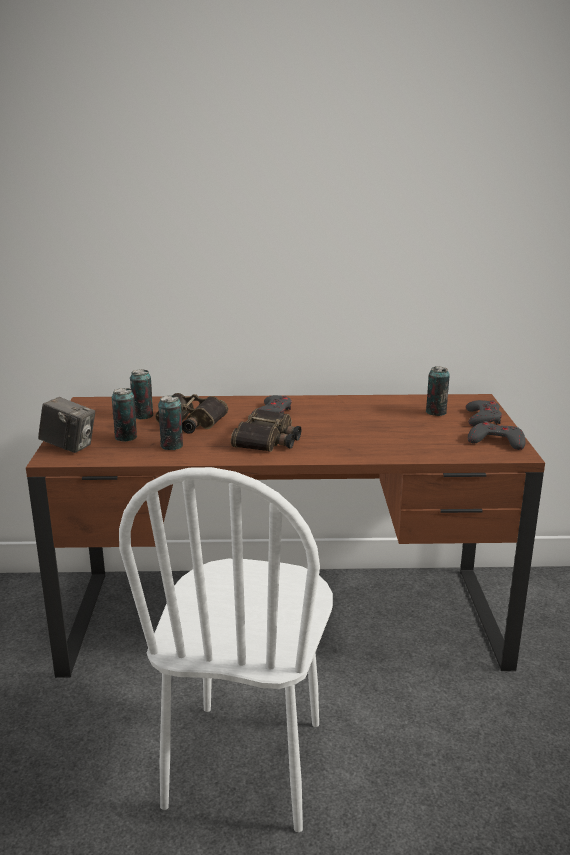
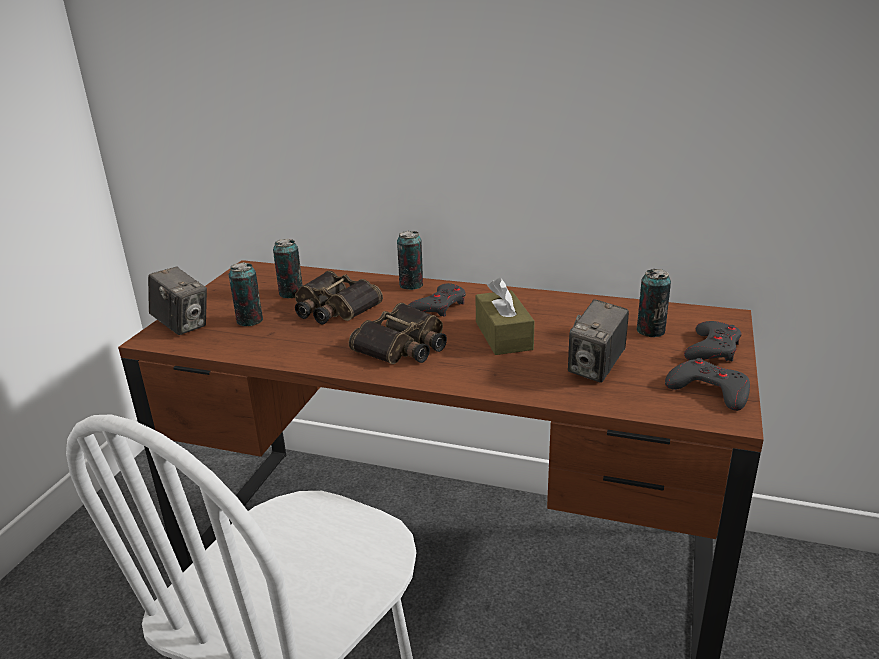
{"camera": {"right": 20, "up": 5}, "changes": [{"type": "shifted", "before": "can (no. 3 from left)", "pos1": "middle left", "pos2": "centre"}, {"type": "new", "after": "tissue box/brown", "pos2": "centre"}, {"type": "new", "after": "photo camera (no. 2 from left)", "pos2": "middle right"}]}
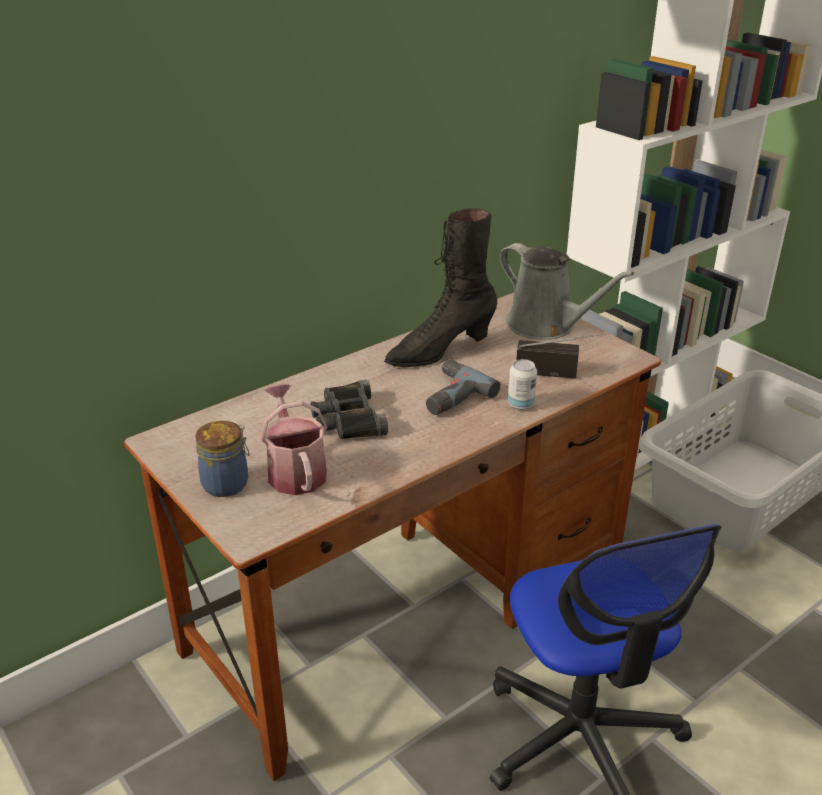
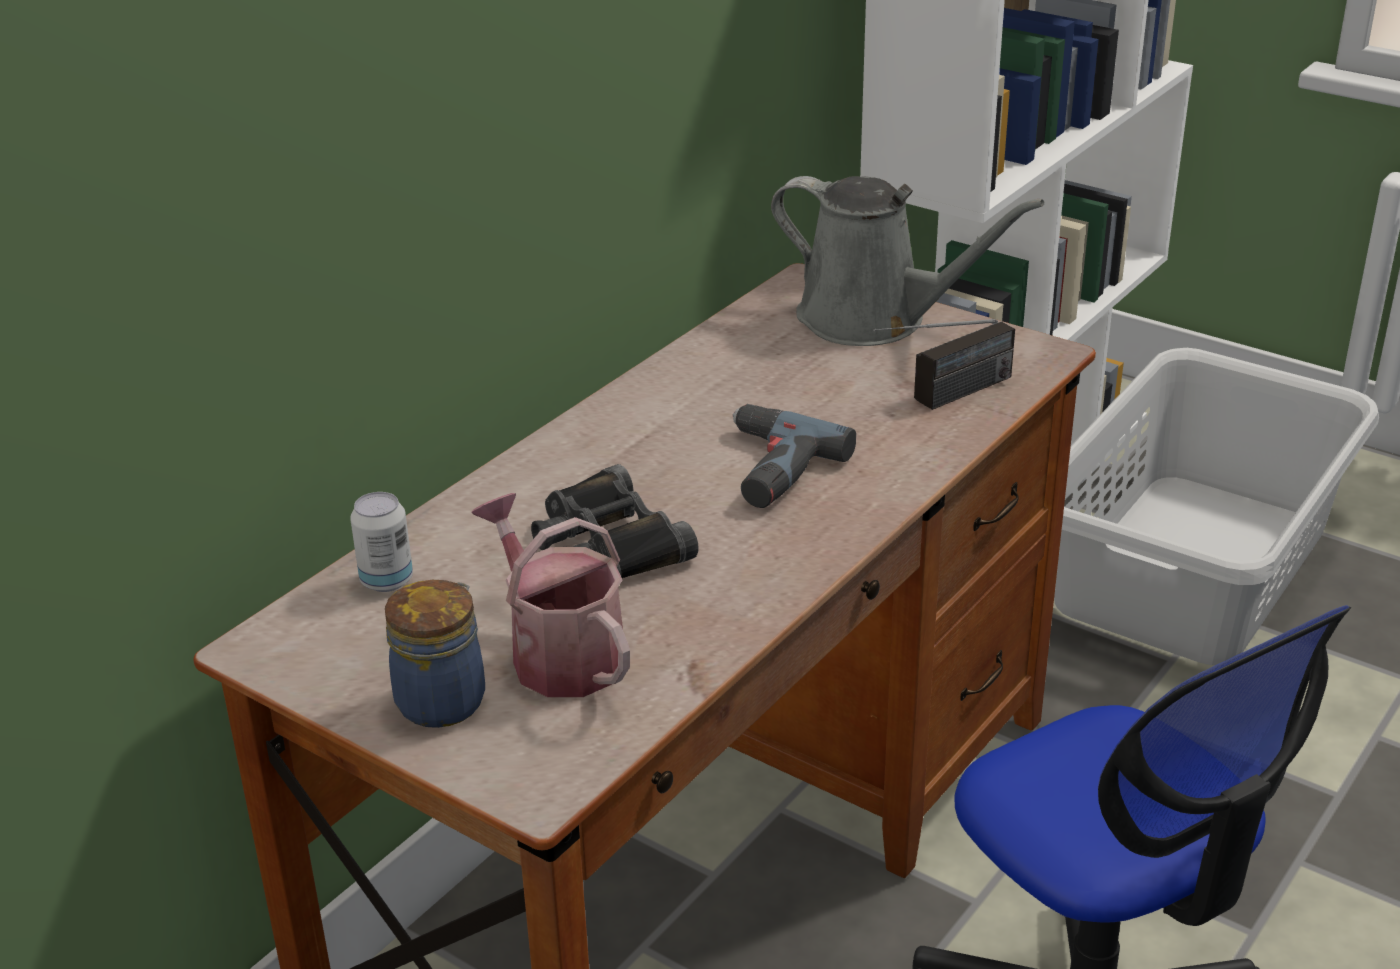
{"camera": {"right": -15, "up": 0}, "changes": [{"type": "gone", "before": "boot/black", "pos1": "centre"}, {"type": "rotated", "before": "radio", "pos1": "middle right", "pos2": "middle right", "turn": 150}, {"type": "shifted", "before": "can", "pos1": "centre", "pos2": "middle left"}]}
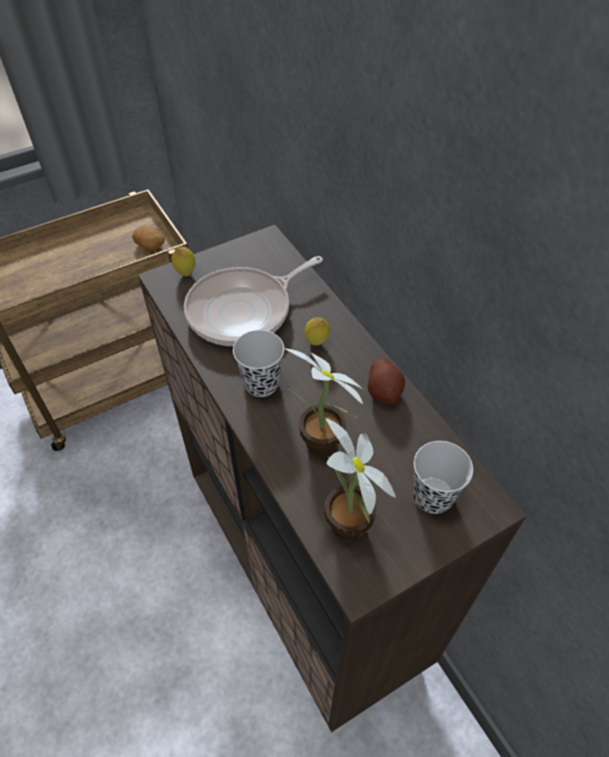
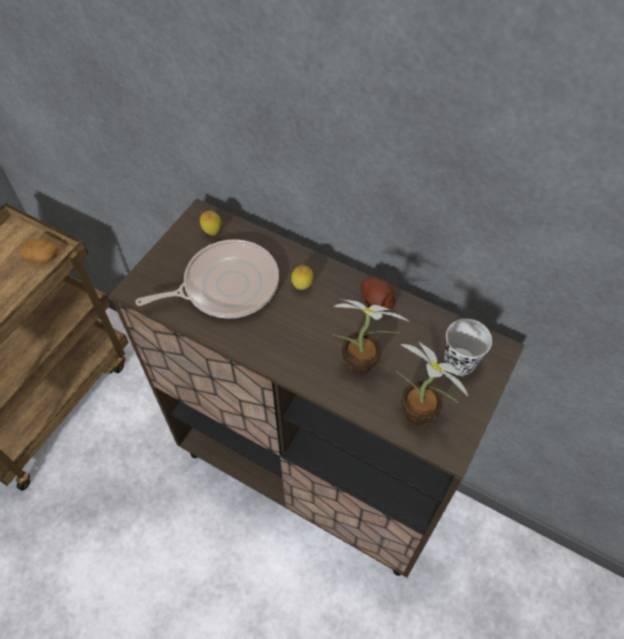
{"camera": {"right": -30, "up": 5}, "changes": [{"type": "shifted", "before": "lemon (no. 1 from left)", "pos1": "middle left", "pos2": "centre"}, {"type": "rotated", "before": "frying pan", "pos1": "centre", "pos2": "middle left", "turn": -135}, {"type": "gone", "before": "cup/black (no. 1 from left)", "pos1": "centre"}]}
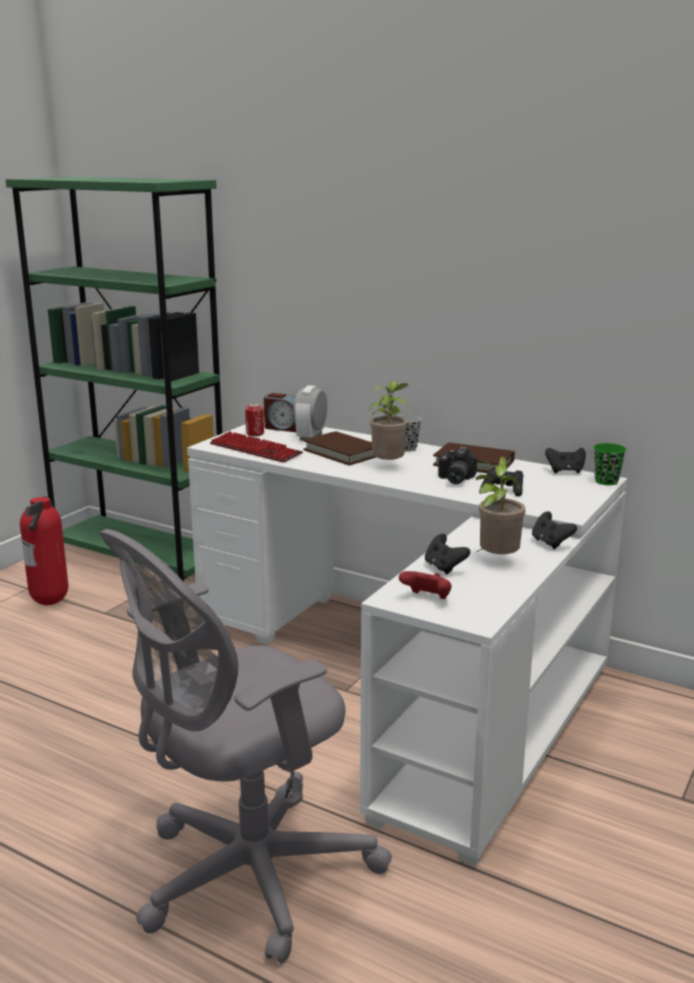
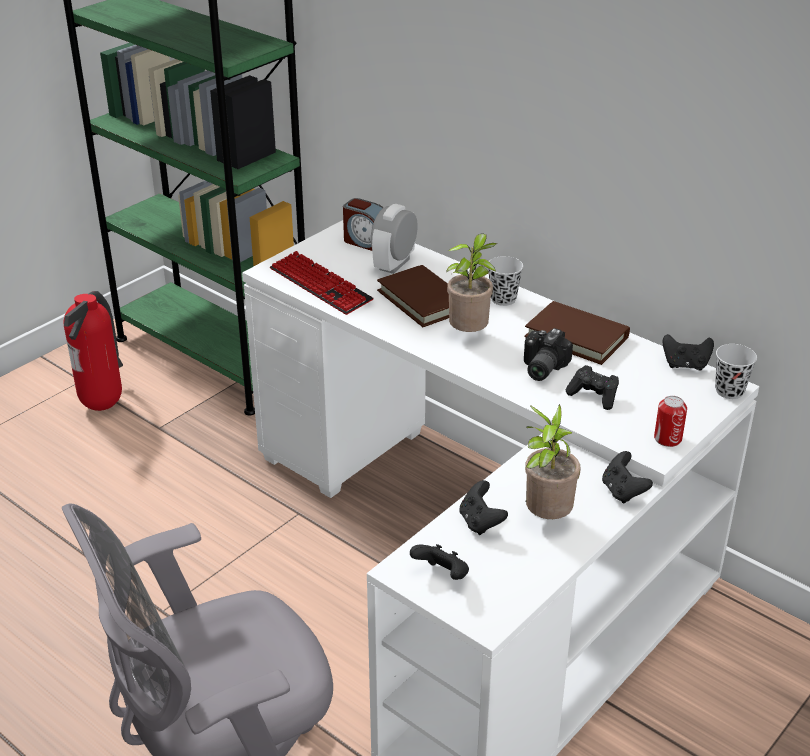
{"camera": {"right": 10, "up": 15}, "changes": [{"type": "shifted", "before": "can", "pos1": "centre", "pos2": "middle right"}, {"type": "repainted", "before": "cup/green", "after": "cup/black (no. 2 from left)", "pos1": "middle right", "pos2": "middle right"}, {"type": "repainted", "before": "game controller/red", "after": "game controller/black (no. 1 from left)", "pos1": "centre", "pos2": "bottom centre"}]}
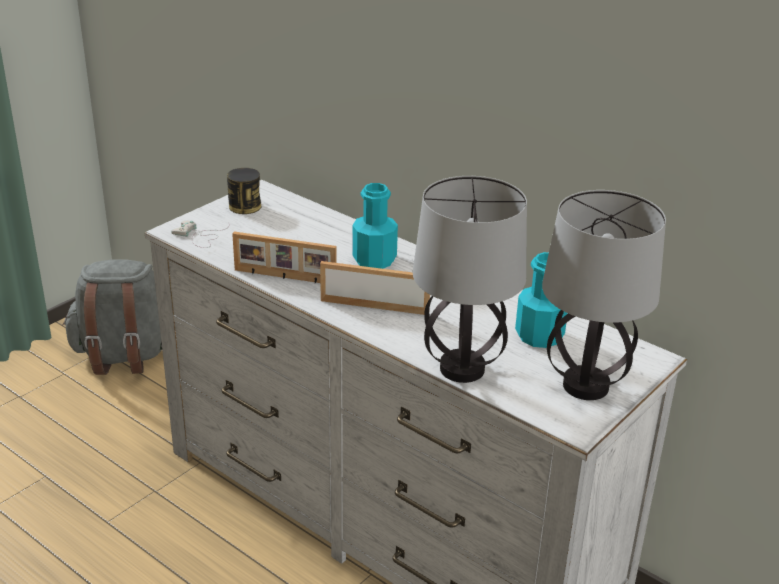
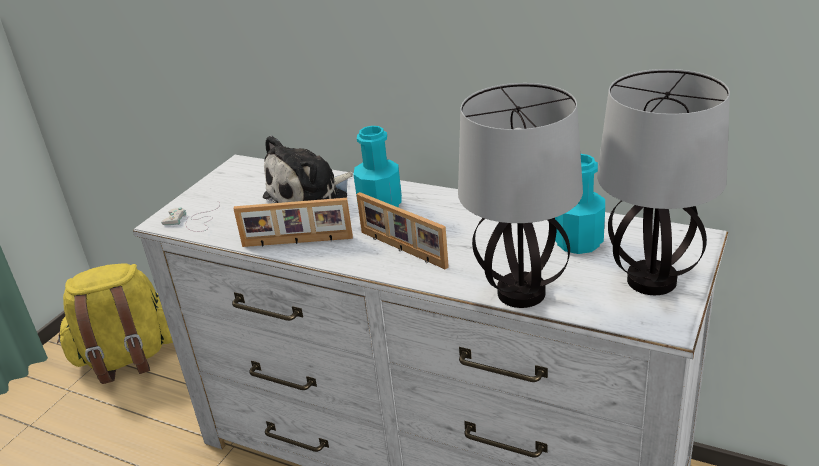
{"camera": {"right": -10, "up": 0}, "changes": [{"type": "gone", "before": "can", "pos1": "top left"}, {"type": "repainted", "before": "backpack/grey", "after": "backpack/yellow", "pos1": "middle left", "pos2": "bottom left"}, {"type": "rotated", "before": "picture frame (no. 2 from left)", "pos1": "centre", "pos2": "centre", "turn": -135}, {"type": "new", "after": "plush toy", "pos2": "centre"}]}
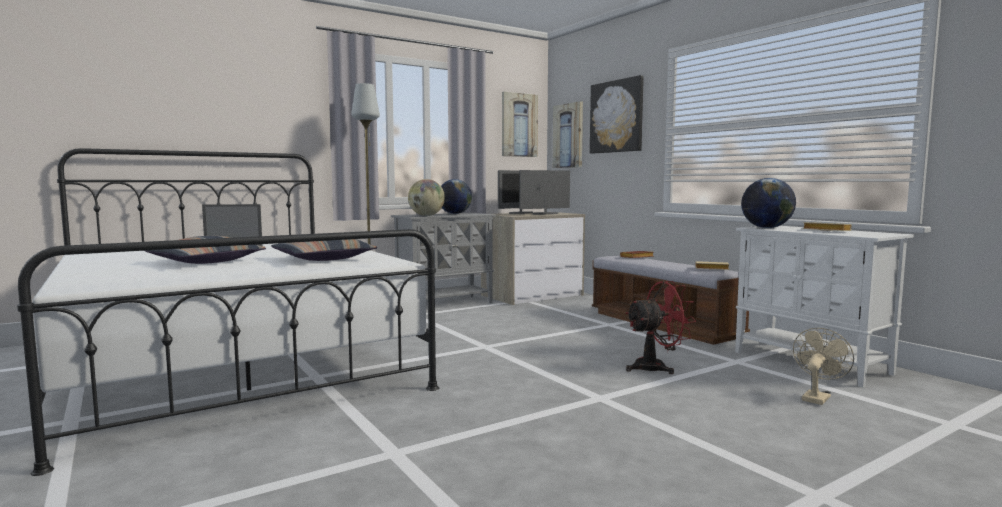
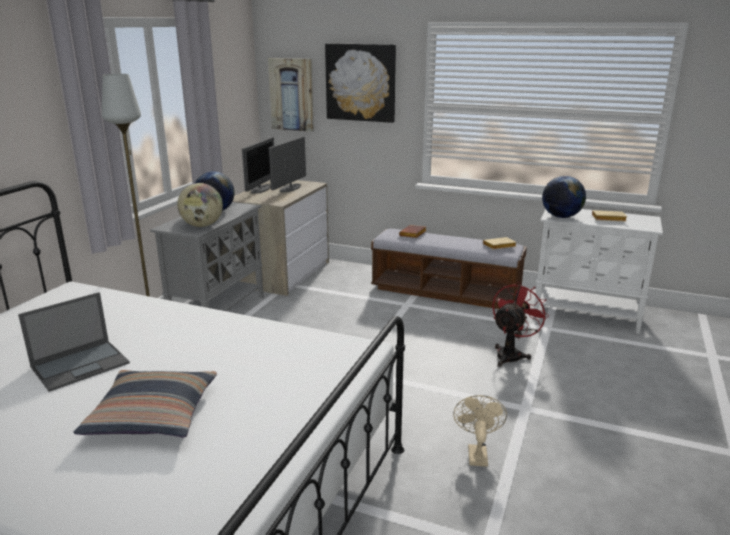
{"camera": {"right": -35, "up": 15}, "changes": [{"type": "gone", "before": "picture (no. 1 from left)", "pos1": "top centre"}, {"type": "gone", "before": "pillow (no. 2 from left)", "pos1": "middle left"}, {"type": "shifted", "before": "fan/beige", "pos1": "bottom right", "pos2": "bottom centre"}]}
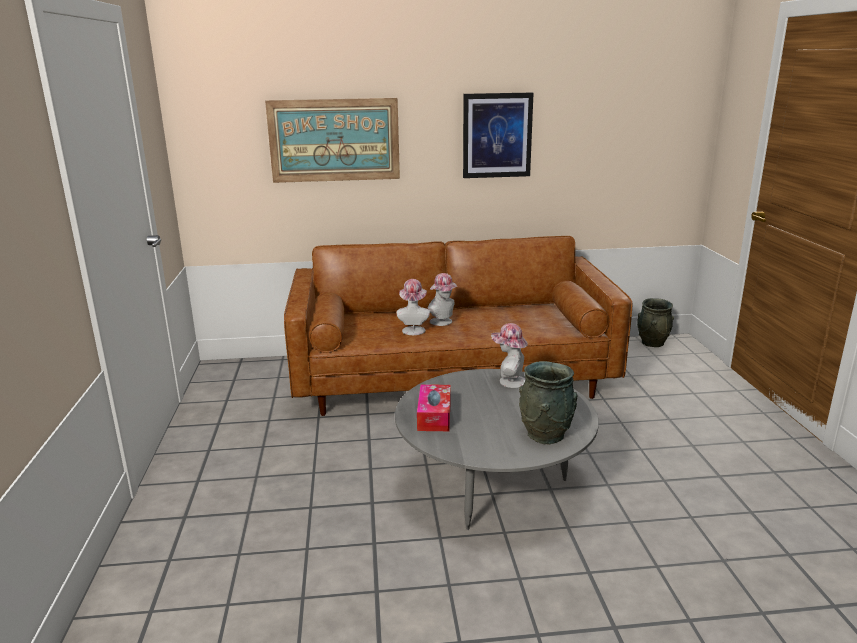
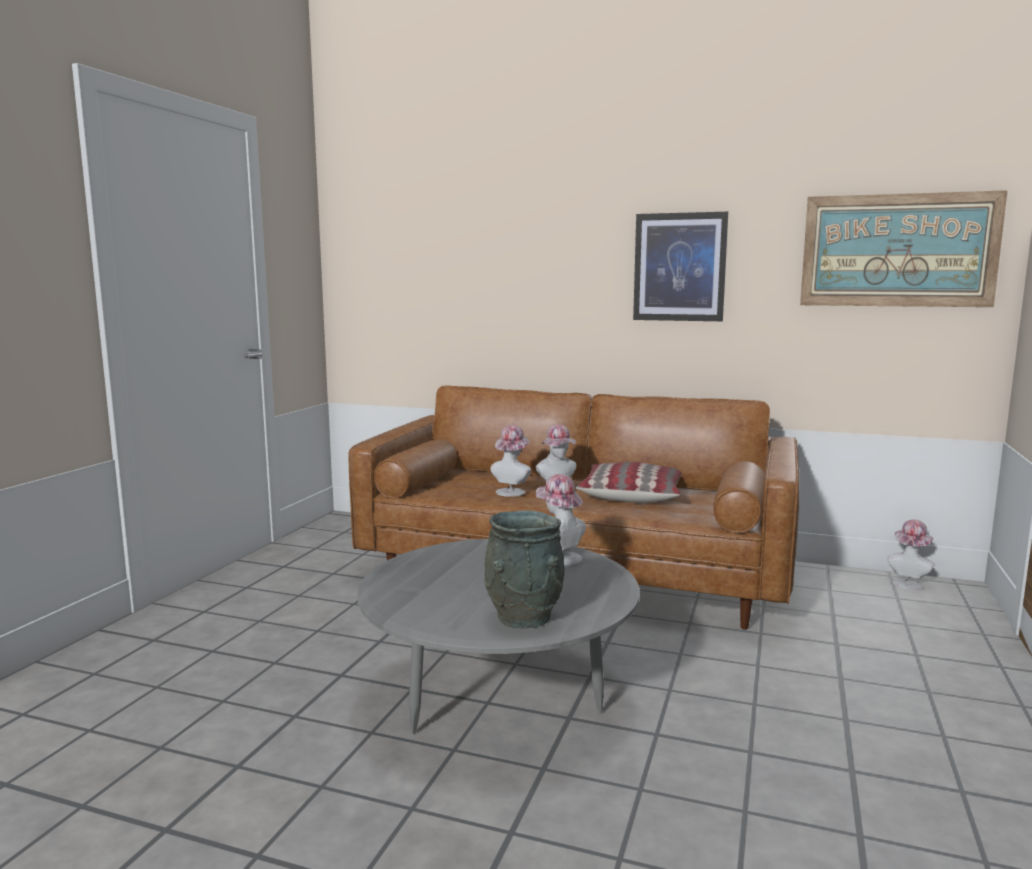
{"camera": {"right": 25, "up": -10}, "changes": [{"type": "shifted", "before": "picture (no. 1 from left in the first image)", "after": "picture (no. 2 from left)", "pos1": "top centre", "pos2": "top right"}, {"type": "swapped", "before": "vase/grey (no. 2 from left)", "after": "hat (no. 4 from left)", "pos1": "middle right", "pos2": "middle right"}, {"type": "gone", "before": "tissue box", "pos1": "centre"}, {"type": "new", "after": "pillow", "pos2": "centre"}]}
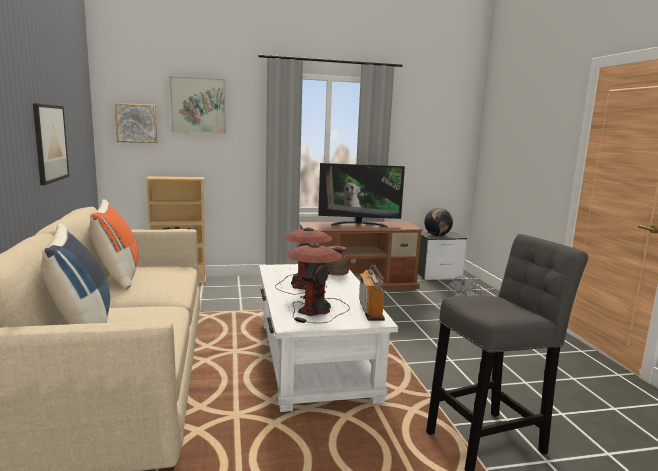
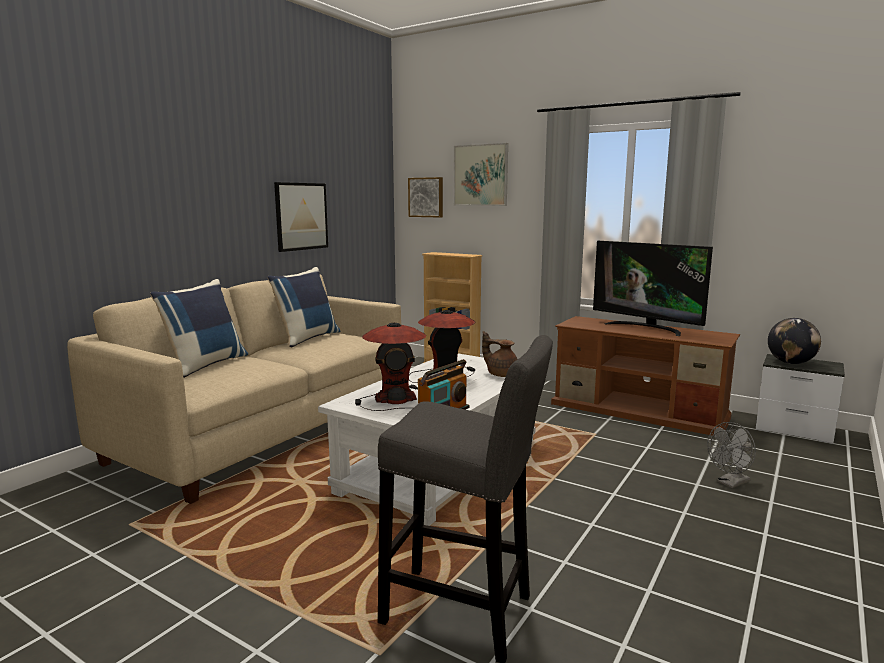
{"camera": {"right": 45, "up": 0}, "changes": [{"type": "repainted", "before": "pillow/orange", "after": "pillow/blue (no. 2 from left)", "pos1": "middle left", "pos2": "centre"}]}
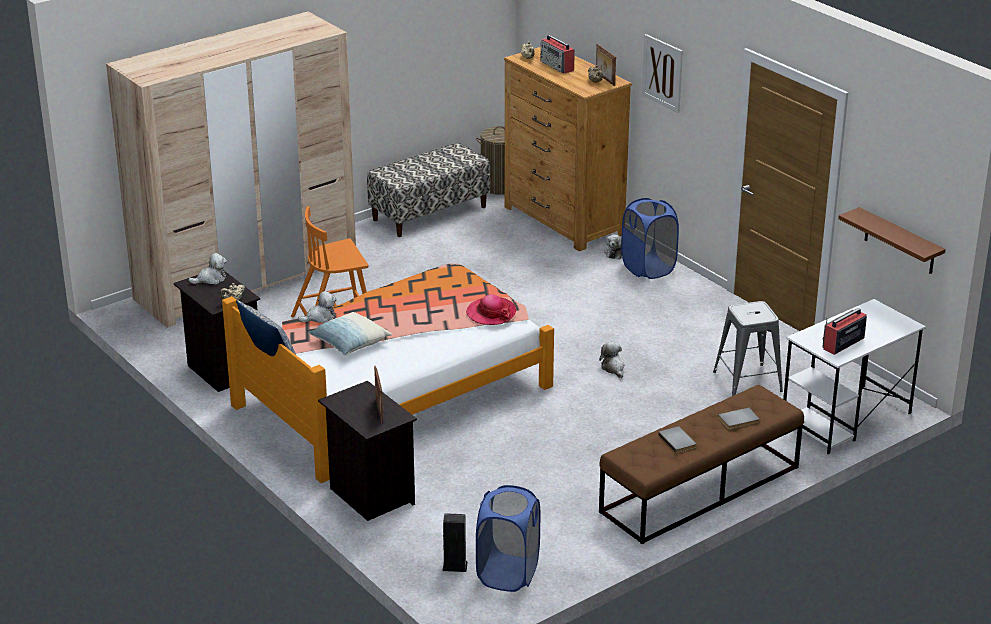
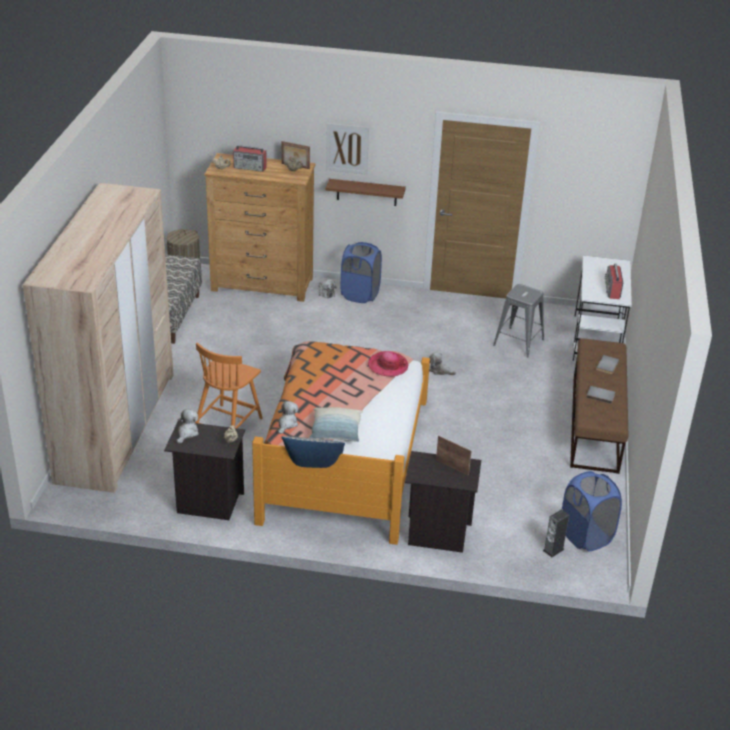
{"camera": {"right": -45, "up": 5}, "changes": [{"type": "shifted", "before": "shelf/brown", "pos1": "middle right", "pos2": "top centre"}]}
